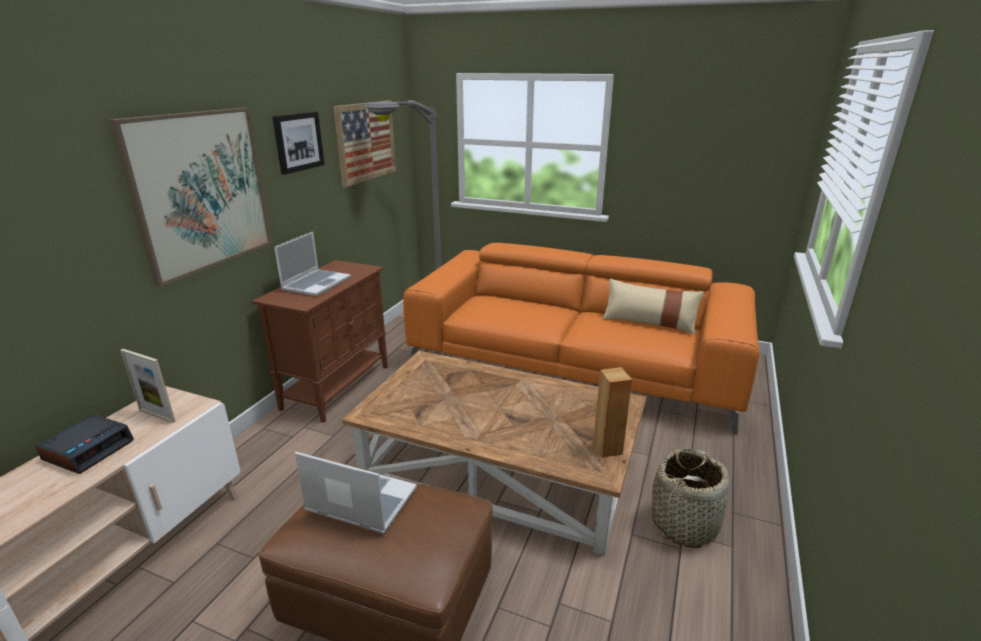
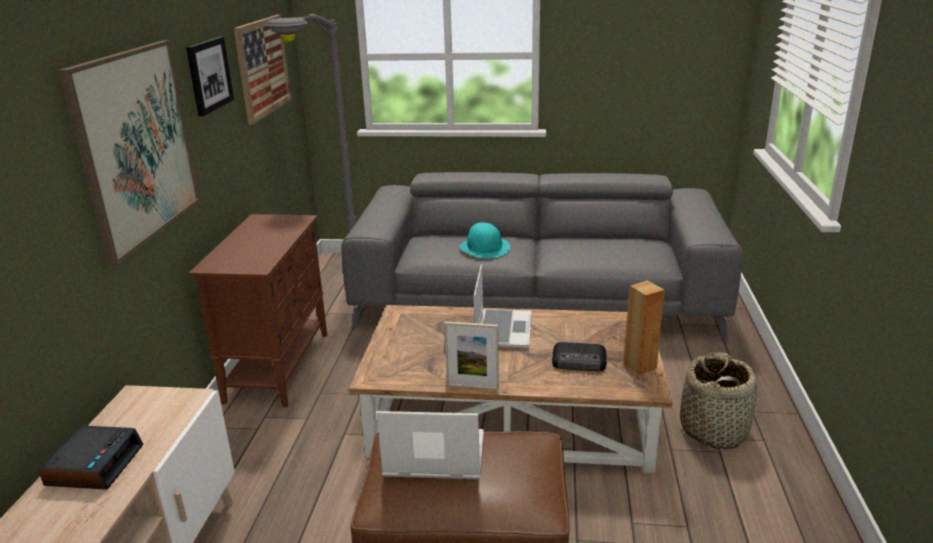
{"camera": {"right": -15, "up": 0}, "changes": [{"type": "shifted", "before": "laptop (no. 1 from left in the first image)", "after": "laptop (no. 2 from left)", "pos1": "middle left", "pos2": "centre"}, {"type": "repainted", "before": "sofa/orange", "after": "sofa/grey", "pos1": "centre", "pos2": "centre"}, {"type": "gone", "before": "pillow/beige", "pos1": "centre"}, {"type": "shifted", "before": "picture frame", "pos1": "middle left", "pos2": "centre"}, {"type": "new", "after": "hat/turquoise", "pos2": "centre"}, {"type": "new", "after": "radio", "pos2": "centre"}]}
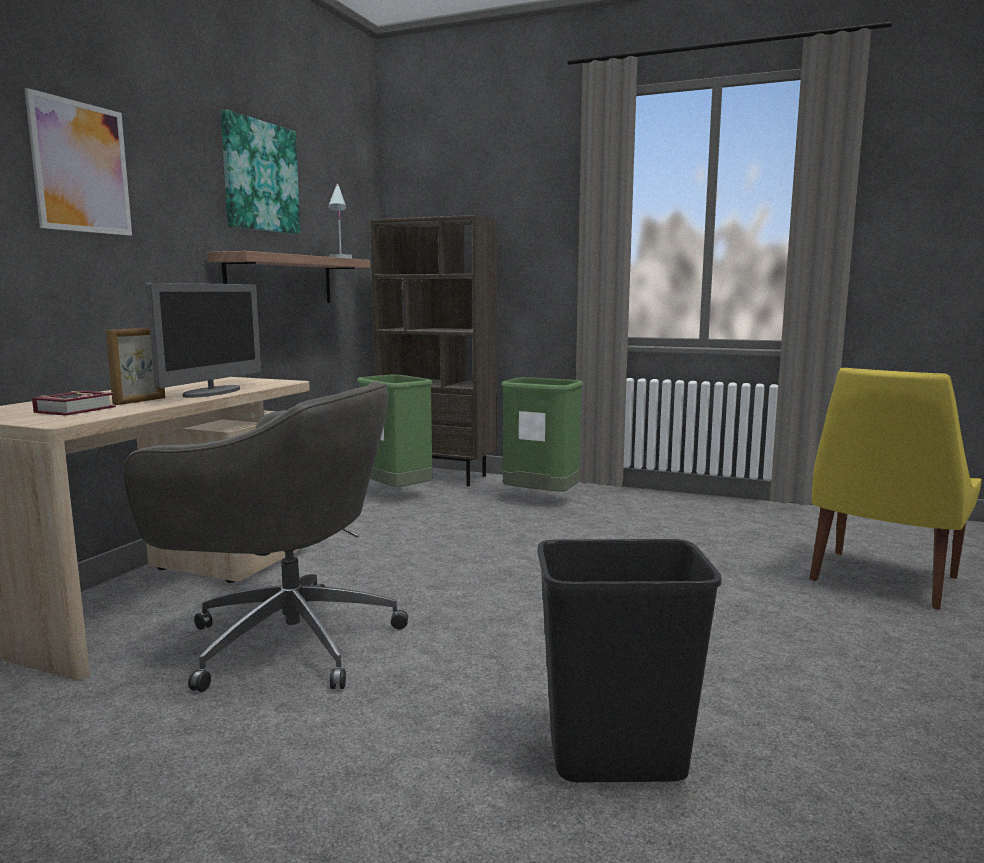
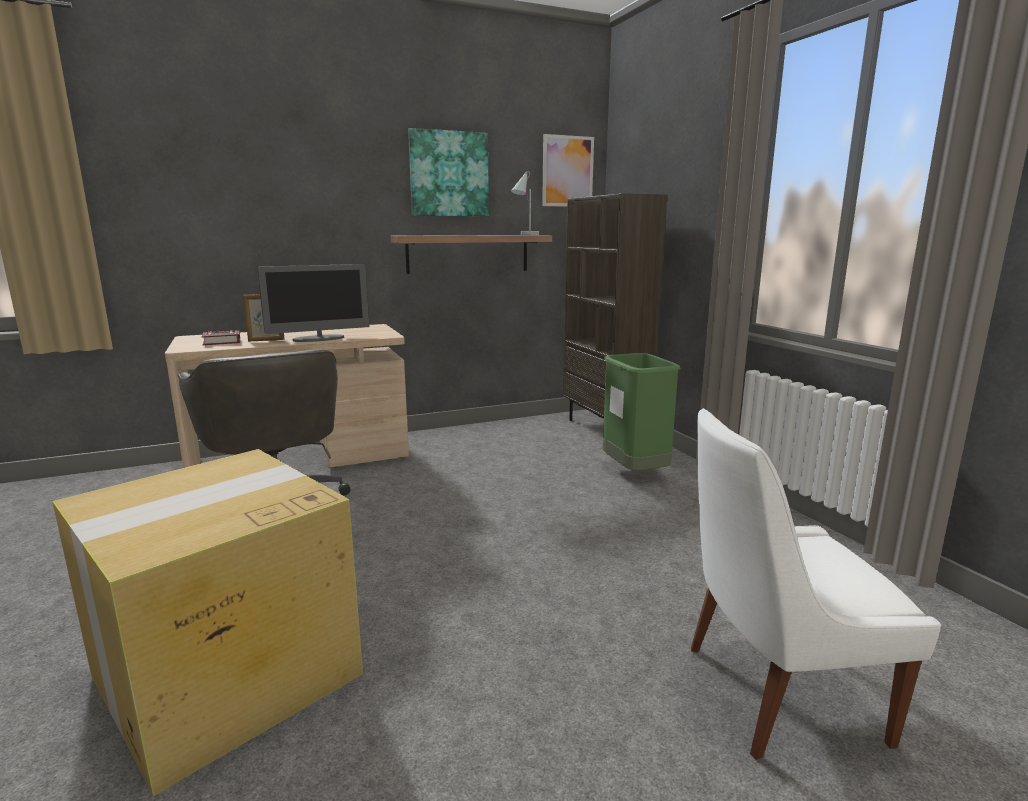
{"camera": {"right": 45, "up": 5}, "changes": [{"type": "shifted", "before": "picture (no. 1 from left in the first image)", "after": "picture (no. 2 from left)", "pos1": "top left", "pos2": "top centre"}, {"type": "repainted", "before": "chair/yellow", "after": "chair/white", "pos1": "middle right", "pos2": "bottom right"}, {"type": "gone", "before": "trash can/green (no. 1 from left)", "pos1": "centre"}, {"type": "swapped", "before": "trash can/black", "after": "cardboard box", "pos1": "bottom centre", "pos2": "bottom left"}]}
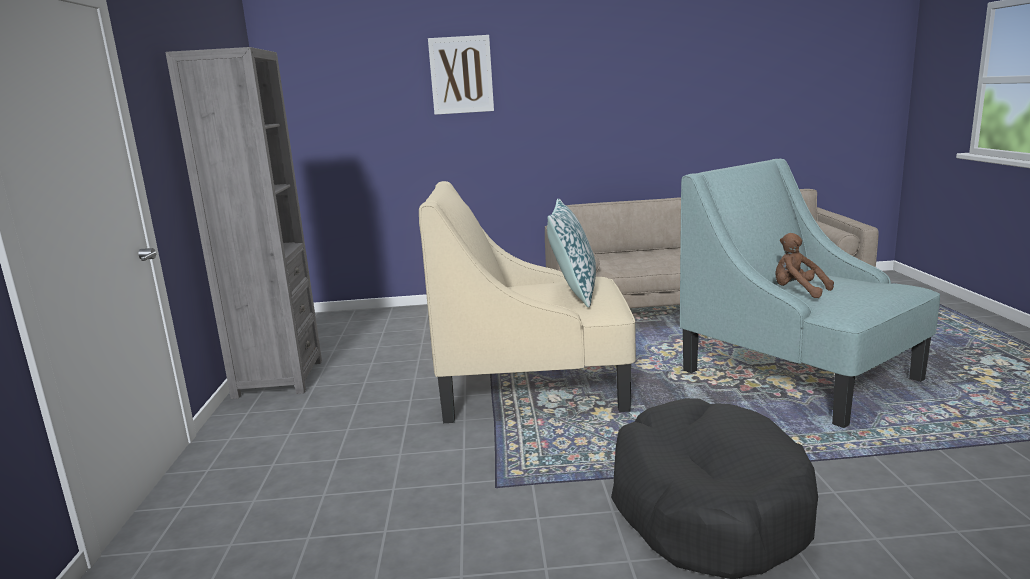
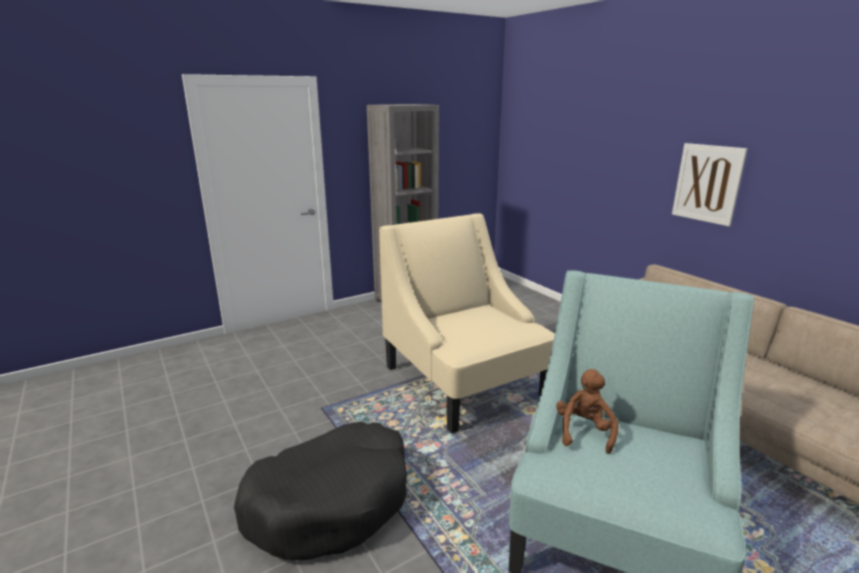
{"camera": {"right": 60, "up": 5}, "changes": [{"type": "shifted", "before": "picture", "pos1": "top centre", "pos2": "top right"}, {"type": "gone", "before": "pillow", "pos1": "centre"}]}
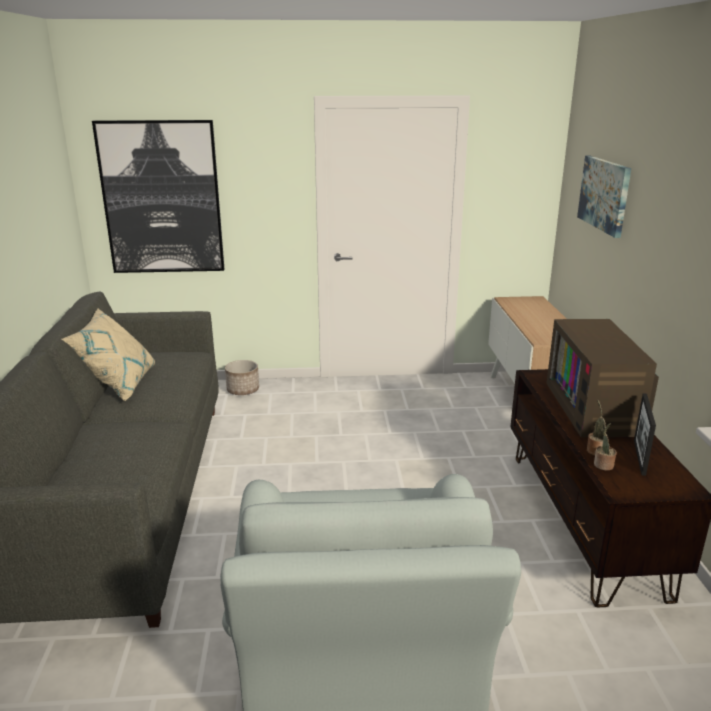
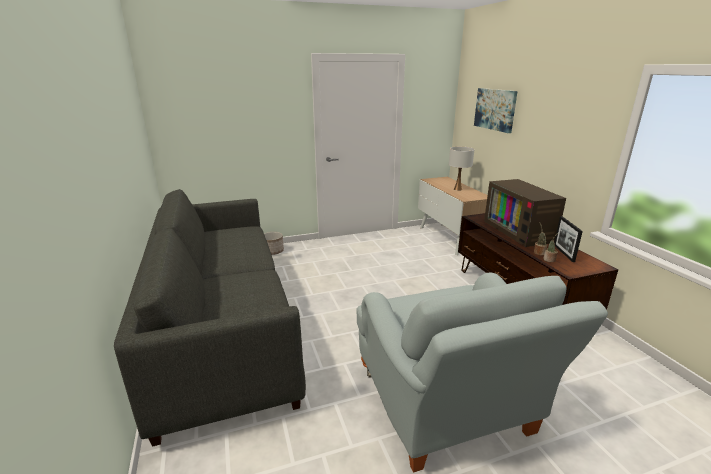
{"camera": {"right": -15, "up": 0}, "changes": [{"type": "gone", "before": "picture (no. 1 from left)", "pos1": "top left"}, {"type": "gone", "before": "pillow/beige", "pos1": "middle left"}, {"type": "new", "after": "table lamp/white", "pos2": "centre"}]}
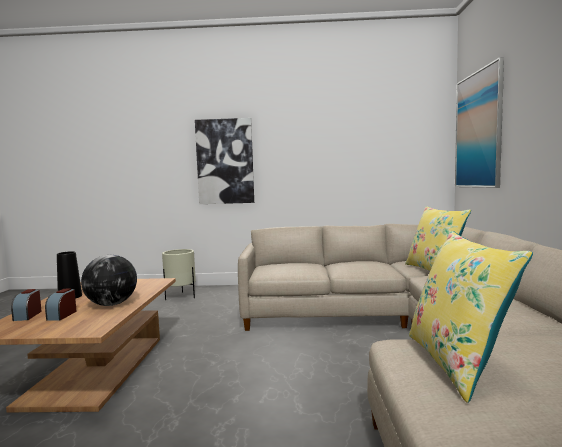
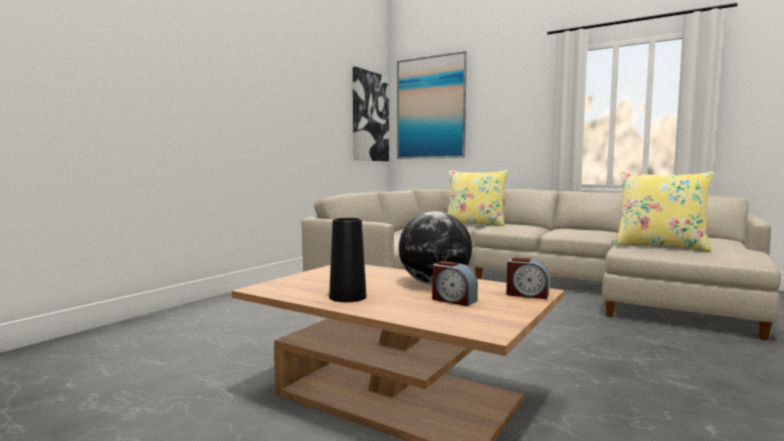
{"camera": {"right": -60, "up": 0}, "changes": [{"type": "shifted", "before": "picture (no. 1 from left)", "pos1": "centre", "pos2": "top centre"}, {"type": "gone", "before": "planter/beige", "pos1": "middle left"}, {"type": "shifted", "before": "alarm clock (no. 1 from left in the first image)", "after": "alarm clock (no. 2 from left)", "pos1": "bottom left", "pos2": "middle right"}]}
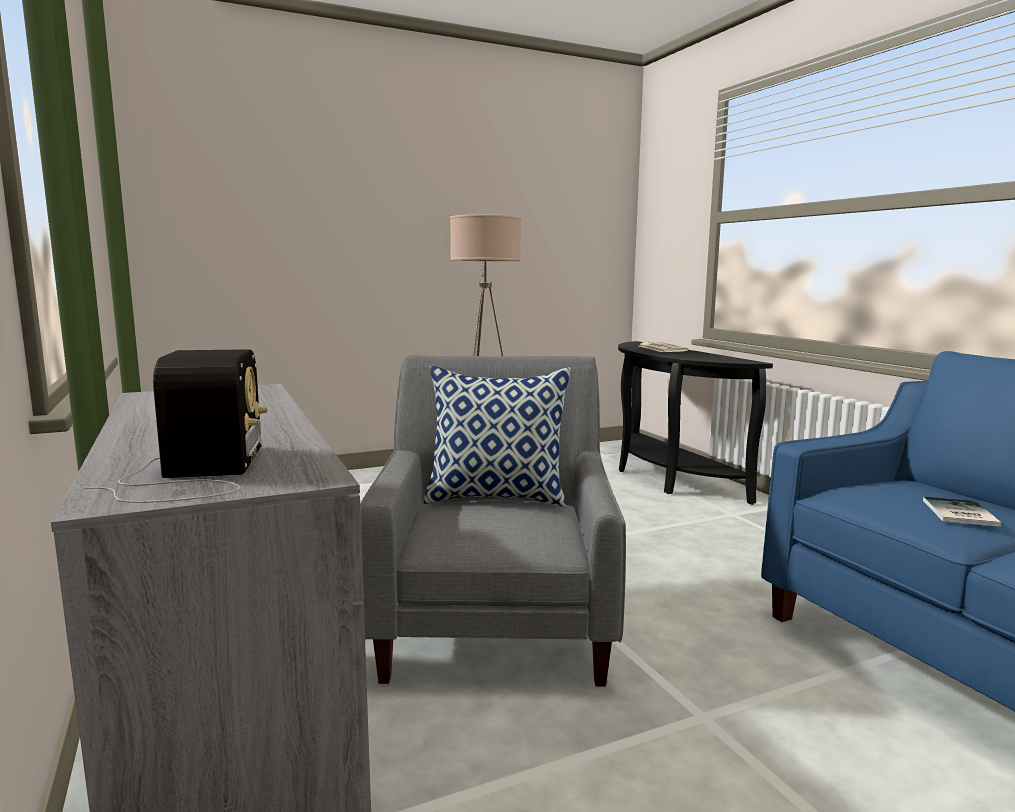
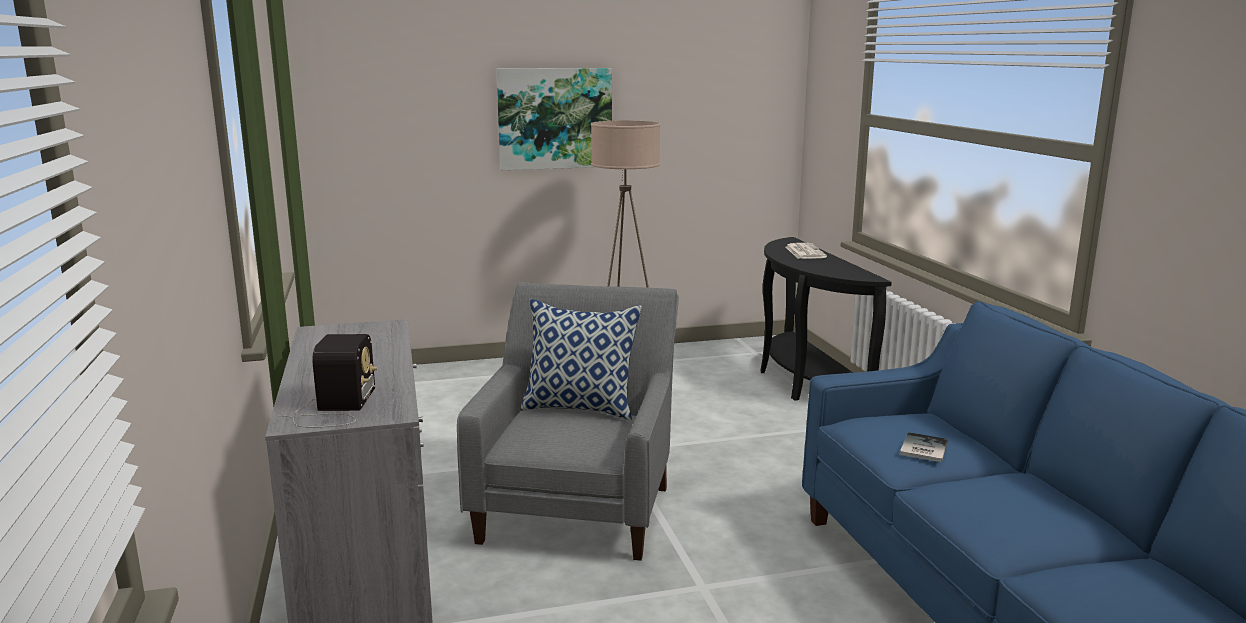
{"camera": {"right": 10, "up": 5}, "changes": [{"type": "new", "after": "picture", "pos2": "top centre"}]}
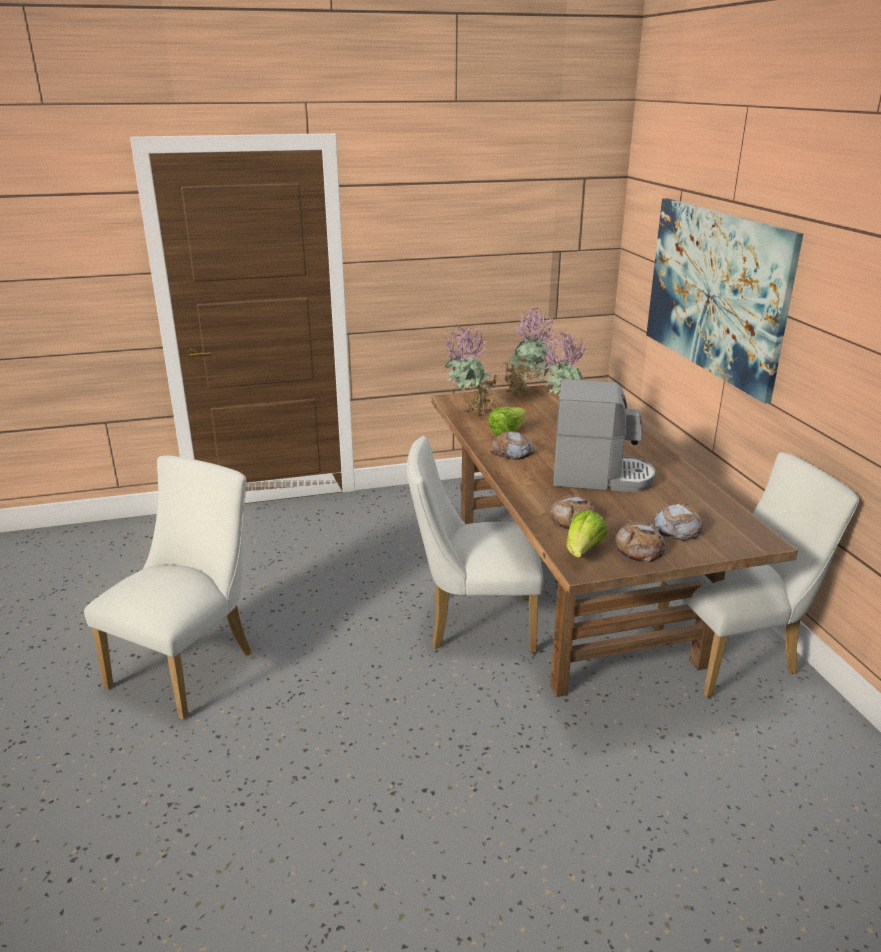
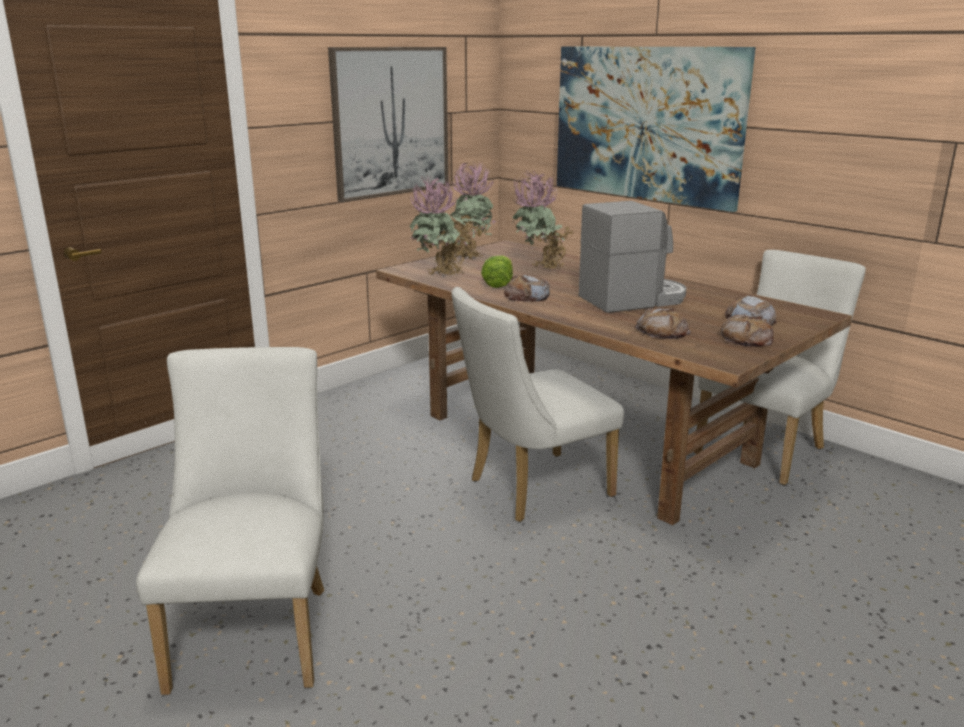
{"camera": {"right": -30, "up": -5}, "changes": [{"type": "gone", "before": "lettuce (no. 2 from left)", "pos1": "centre"}, {"type": "new", "after": "picture (no. 1 from left)", "pos2": "top centre"}]}
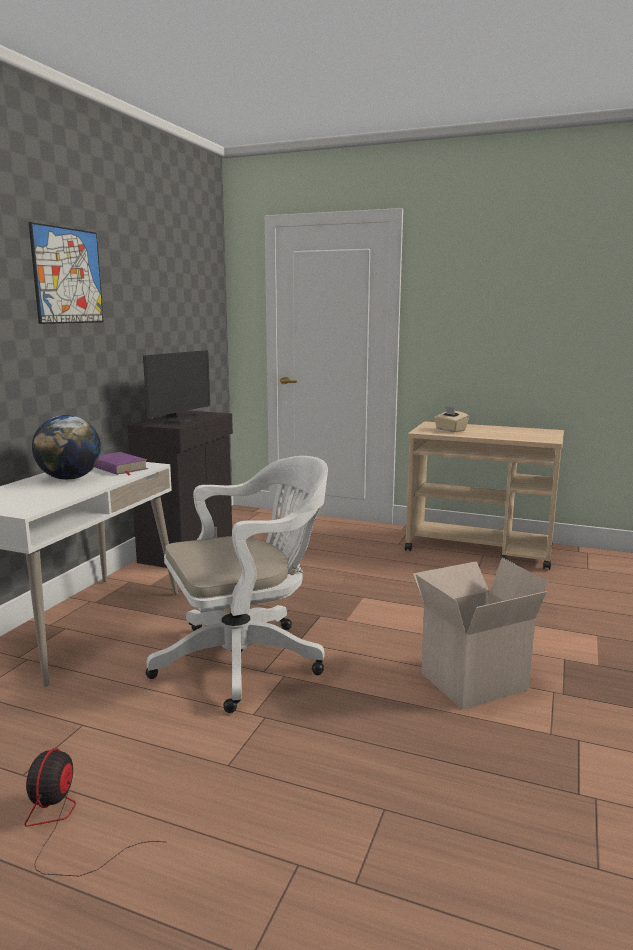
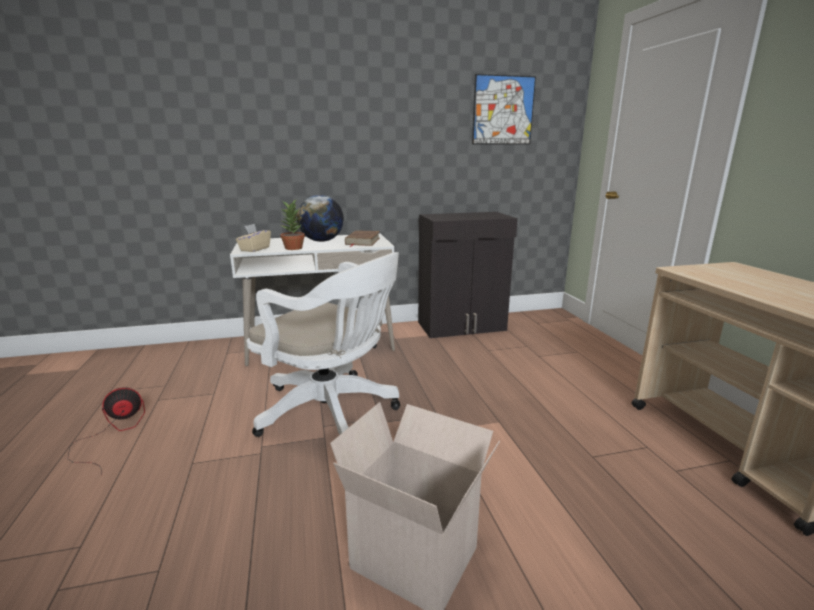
{"camera": {"right": 55, "up": 5}, "changes": [{"type": "shifted", "before": "picture", "pos1": "top left", "pos2": "top centre"}, {"type": "gone", "before": "monitor", "pos1": "middle left"}, {"type": "shifted", "before": "tissue box/beige", "pos1": "middle right", "pos2": "middle left"}, {"type": "repainted", "before": "book/purple", "after": "book/brown", "pos1": "middle left", "pos2": "centre"}, {"type": "new", "after": "potted plant", "pos2": "centre"}]}
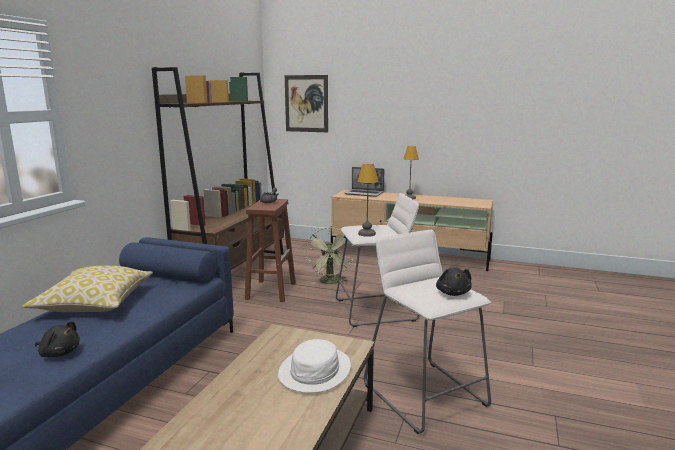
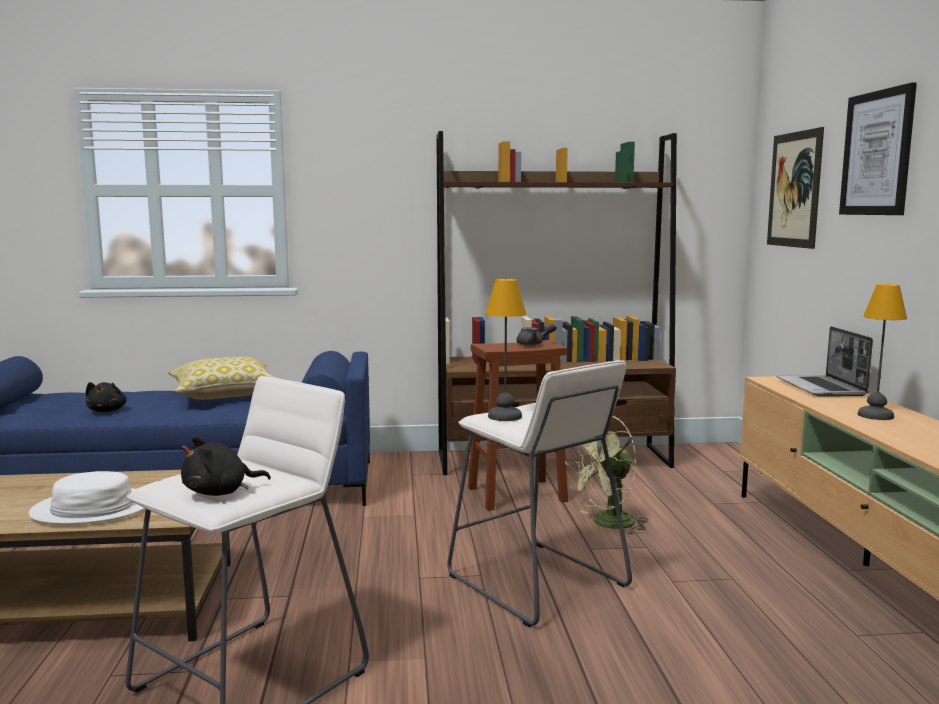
{"camera": {"right": 65, "up": -5}, "changes": [{"type": "new", "after": "picture (no. 2 from left)", "pos2": "top right"}]}
